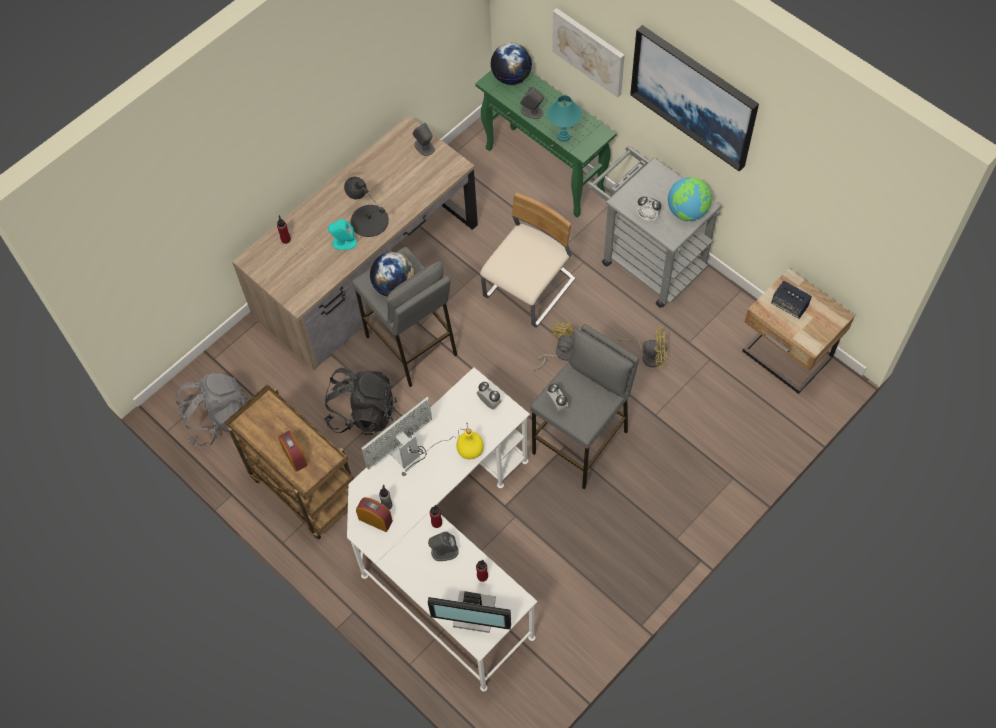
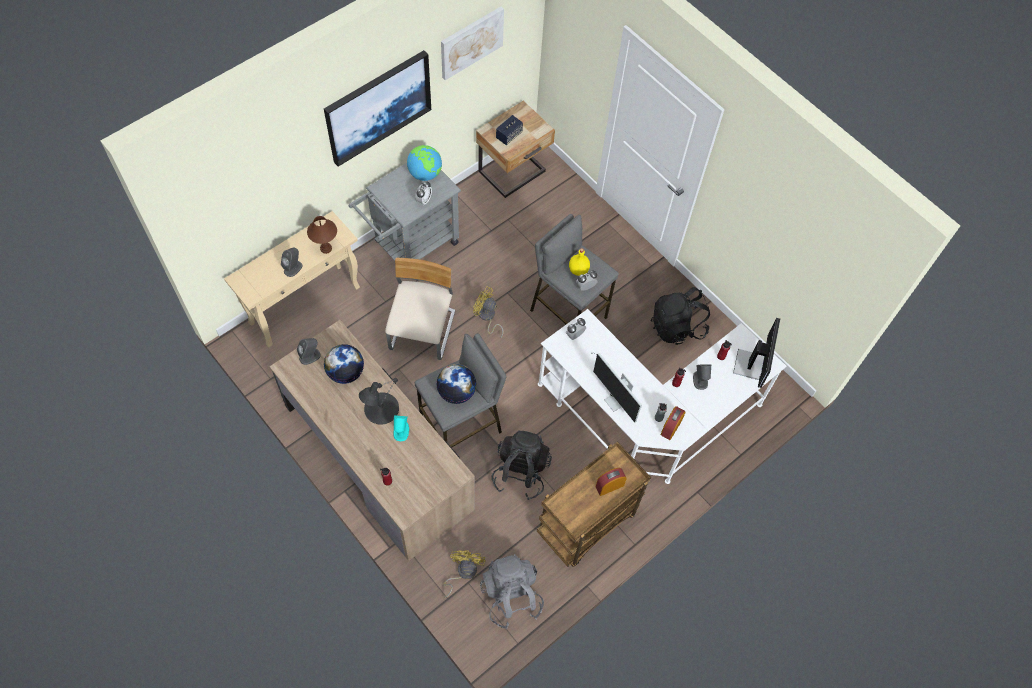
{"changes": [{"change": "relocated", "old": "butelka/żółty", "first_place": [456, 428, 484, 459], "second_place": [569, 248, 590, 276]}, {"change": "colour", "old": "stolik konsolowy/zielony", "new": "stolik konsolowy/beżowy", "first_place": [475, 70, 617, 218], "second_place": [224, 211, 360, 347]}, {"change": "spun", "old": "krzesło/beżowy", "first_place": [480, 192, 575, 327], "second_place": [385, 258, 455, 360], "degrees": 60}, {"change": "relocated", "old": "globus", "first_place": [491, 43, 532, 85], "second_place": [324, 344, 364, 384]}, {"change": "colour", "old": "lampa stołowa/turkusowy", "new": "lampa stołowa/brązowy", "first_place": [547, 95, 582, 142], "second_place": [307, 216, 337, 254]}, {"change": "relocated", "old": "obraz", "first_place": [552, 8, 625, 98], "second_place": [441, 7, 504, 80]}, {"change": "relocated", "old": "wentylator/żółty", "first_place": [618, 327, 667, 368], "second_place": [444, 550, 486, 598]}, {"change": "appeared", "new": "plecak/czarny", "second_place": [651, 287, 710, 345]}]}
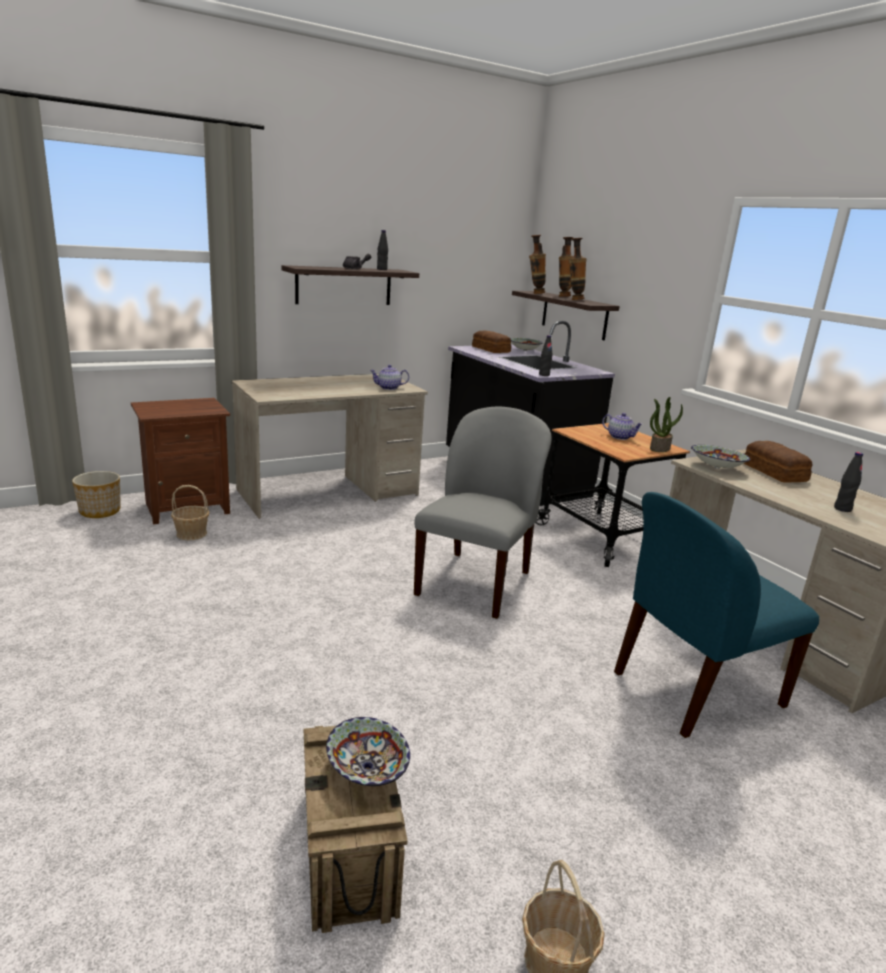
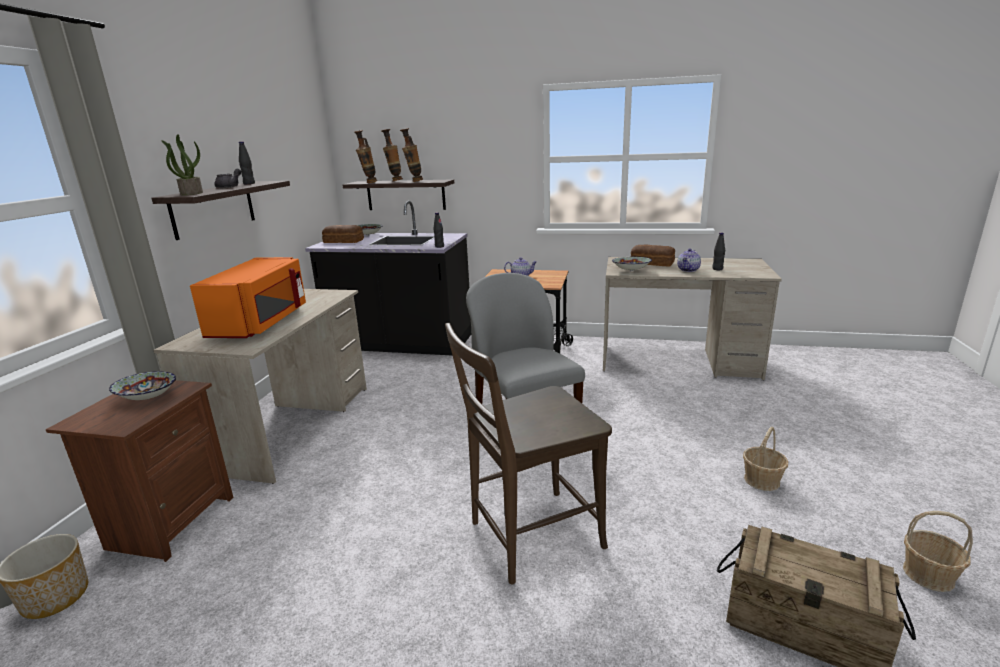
{"changes": [{"change": "relocated", "old": "koszyk", "first_place": [171, 485, 209, 540], "second_place": [743, 427, 788, 491]}, {"change": "relocated", "old": "miska", "first_place": [326, 717, 410, 786], "second_place": [109, 371, 176, 400]}, {"change": "relocated", "old": "imbryk", "first_place": [370, 365, 409, 390], "second_place": [677, 248, 701, 272]}, {"change": "missing", "old": "krzesło/niebieski", "first_place": [614, 492, 819, 738]}, {"change": "relocated", "old": "roślina doniczkowa", "first_place": [650, 397, 683, 452], "second_place": [161, 134, 203, 195]}, {"change": "appeared", "new": "mikrofalówka/pomarańczowy", "second_place": [190, 257, 306, 338]}, {"change": "appeared", "new": "krzesło/brązowy", "second_place": [445, 323, 612, 585]}]}
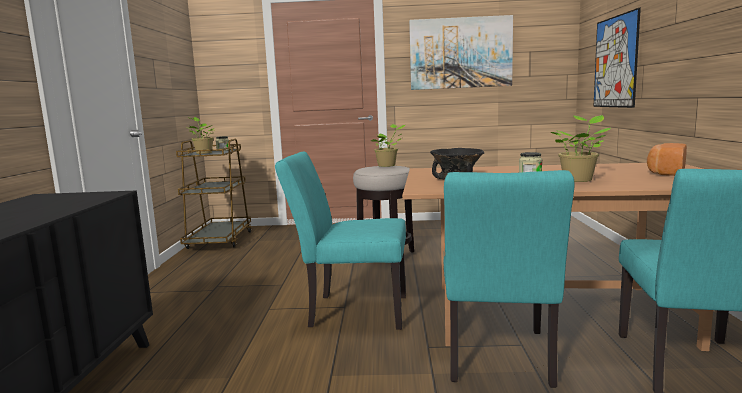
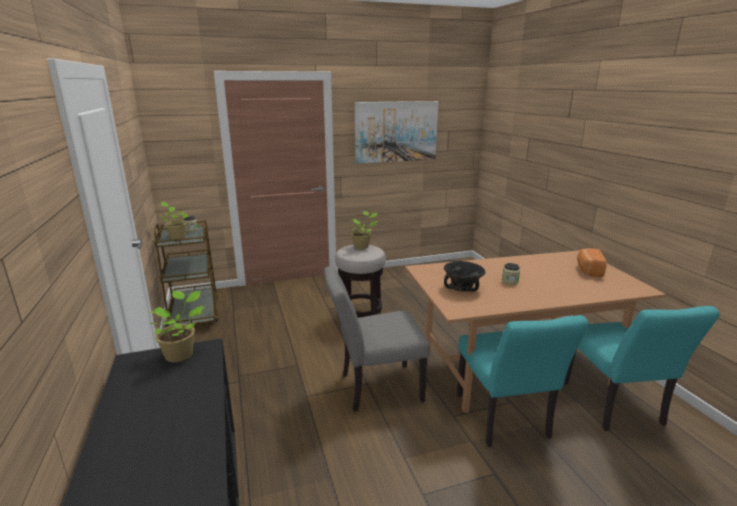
{"changes": [{"change": "colour", "old": "krzesło/turkusowy", "new": "krzesło/szary", "first_place": [275, 152, 406, 330], "second_place": [324, 266, 430, 412]}, {"change": "relocated", "old": "roślina doniczkowa", "first_place": [551, 115, 611, 182], "second_place": [149, 291, 205, 362]}, {"change": "missing", "old": "obraz", "first_place": [594, 8, 641, 108]}]}
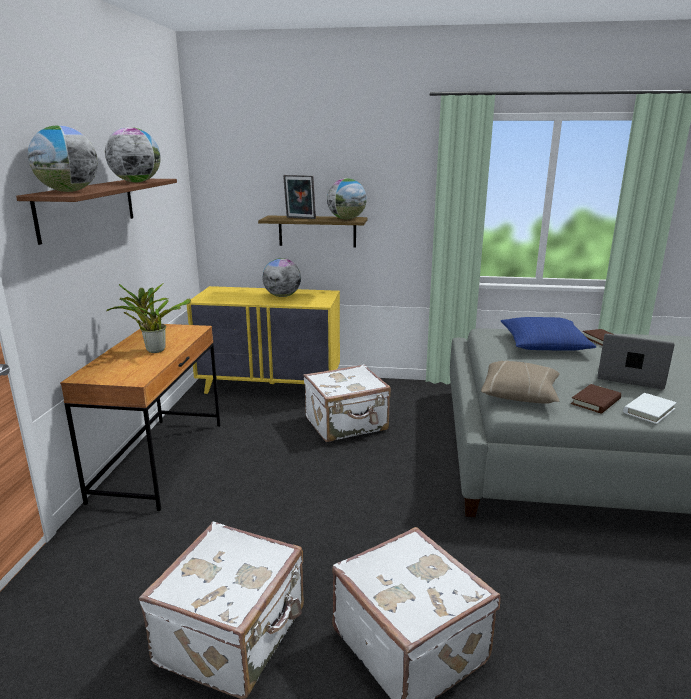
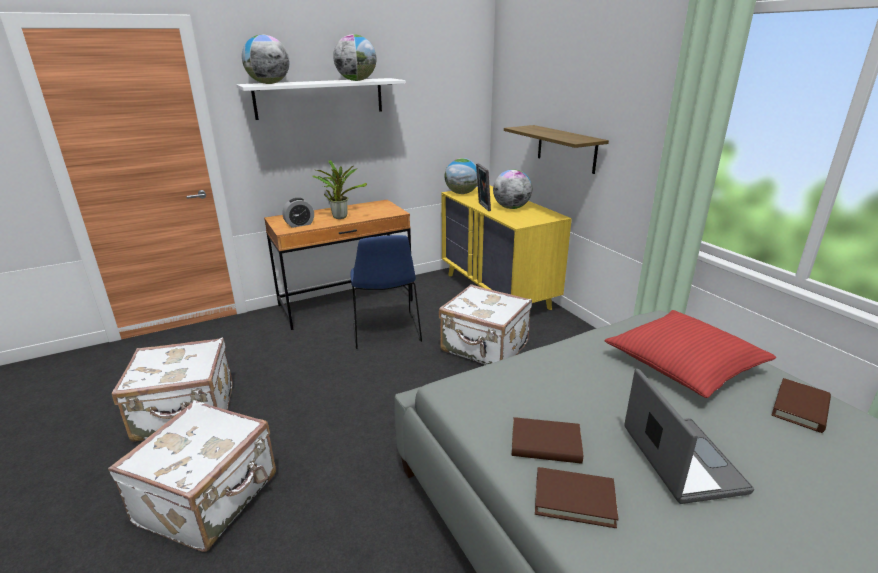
{"changes": [{"change": "colour", "old": "półka/brązowy", "new": "półka/biały", "first_place": [16, 179, 177, 245], "second_place": [236, 78, 406, 120]}, {"change": "relocated", "old": "ramka na zdjęcie", "first_place": [283, 175, 316, 219], "second_place": [476, 163, 491, 211]}, {"change": "relocated", "old": "globus", "first_place": [327, 178, 367, 219], "second_place": [445, 158, 477, 194]}, {"change": "missing", "old": "poduszka/beżowy", "first_place": [481, 360, 560, 404]}, {"change": "colour", "old": "poduszka/niebieski", "new": "poduszka/czerwony", "first_place": [501, 317, 597, 351], "second_place": [605, 310, 776, 398]}, {"change": "colour", "old": "książka/biały", "new": "książka/brązowy", "first_place": [623, 393, 677, 424], "second_place": [535, 467, 619, 528]}, {"change": "appeared", "new": "budzik", "second_place": [282, 198, 314, 228]}, {"change": "appeared", "new": "krzesło/niebieski", "second_place": [350, 235, 422, 349]}]}
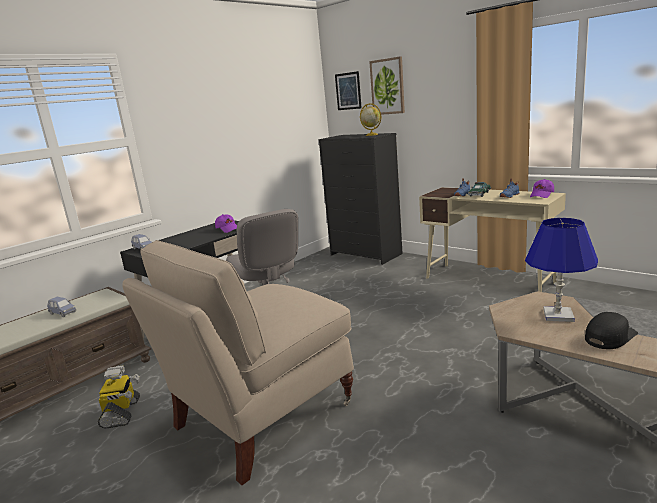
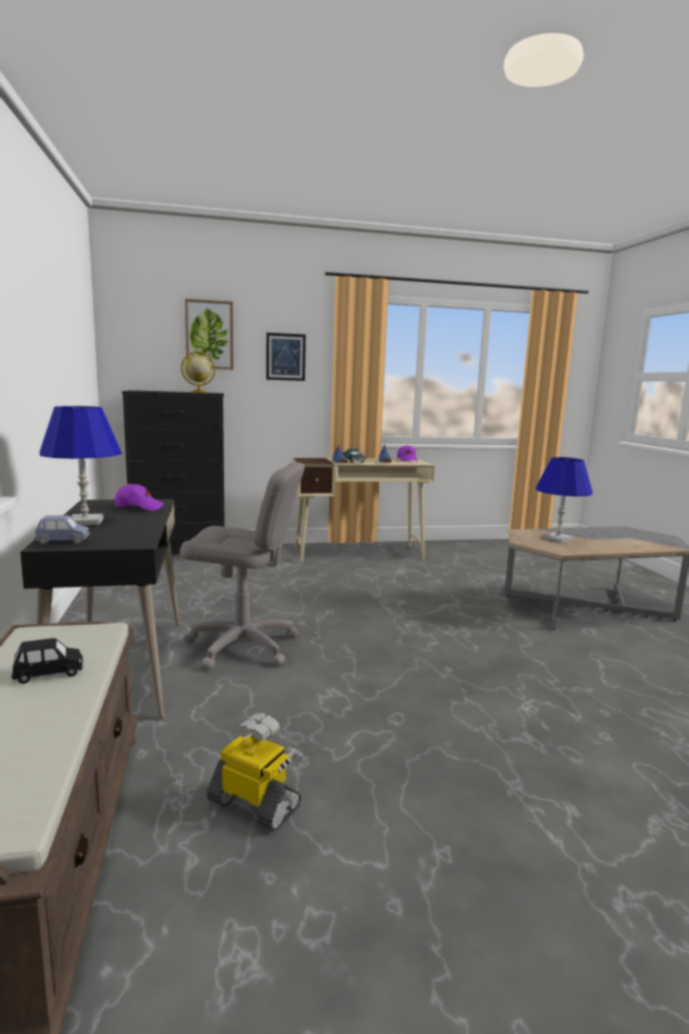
{"changes": [{"change": "colour", "old": "samochodzik/niebieski", "new": "samochodzik/czarny", "first_place": [47, 297, 76, 317], "second_place": [12, 638, 83, 684]}, {"change": "missing", "old": "krzesło/beżowy", "first_place": [122, 240, 354, 485]}, {"change": "relocated", "old": "obraz", "first_place": [335, 71, 362, 110], "second_place": [266, 333, 306, 381]}, {"change": "missing", "old": "czapka z daszkiem/czarny", "first_place": [585, 312, 638, 349]}, {"change": "appeared", "new": "lampa stołowa/niebieski", "second_place": [39, 406, 122, 525]}]}
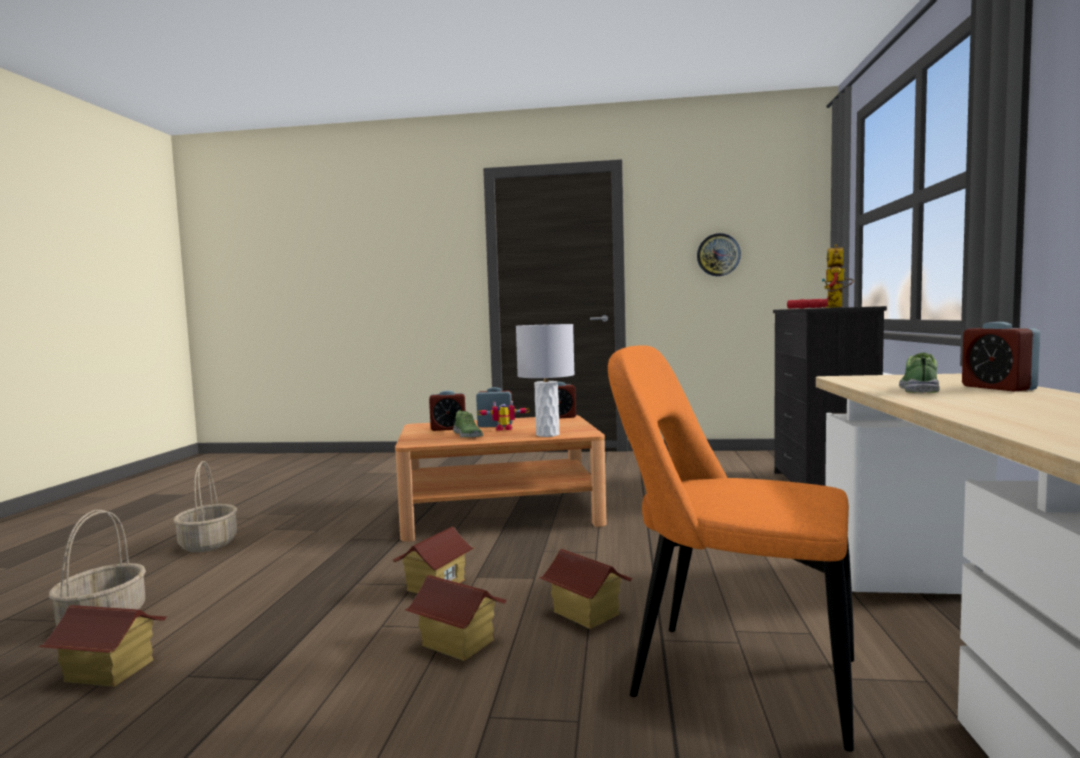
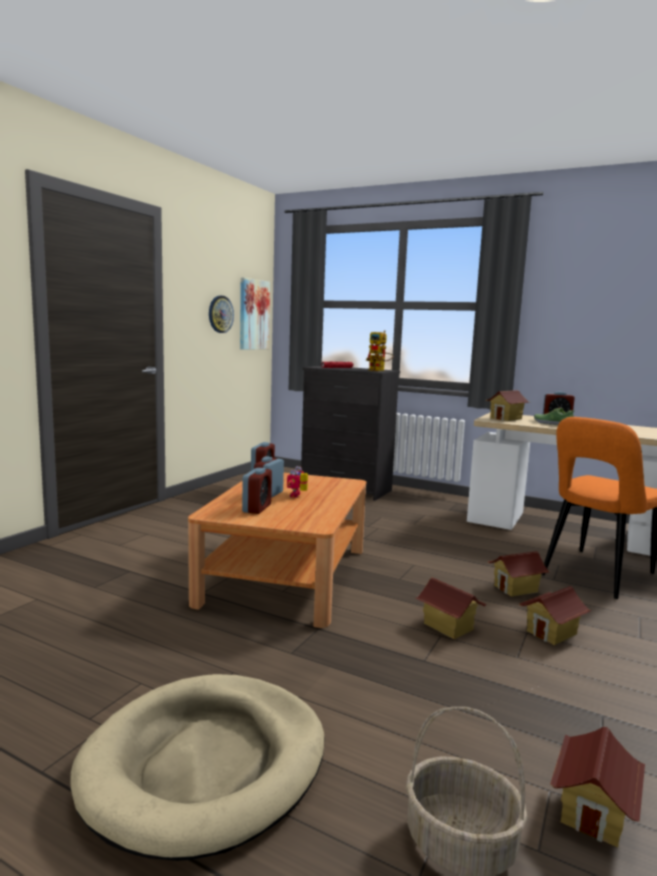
{"changes": [{"change": "exchanged", "old": "koszyk", "new": "legowisko/beżowy", "first_place": [173, 461, 237, 552], "second_place": [70, 674, 325, 861]}, {"change": "missing", "old": "but", "first_place": [453, 409, 483, 438]}, {"change": "missing", "old": "lampa stołowa/szary", "first_place": [516, 324, 575, 437]}, {"change": "appeared", "new": "obraz", "second_place": [240, 278, 270, 350]}, {"change": "appeared", "new": "domek", "second_place": [486, 390, 529, 421]}]}
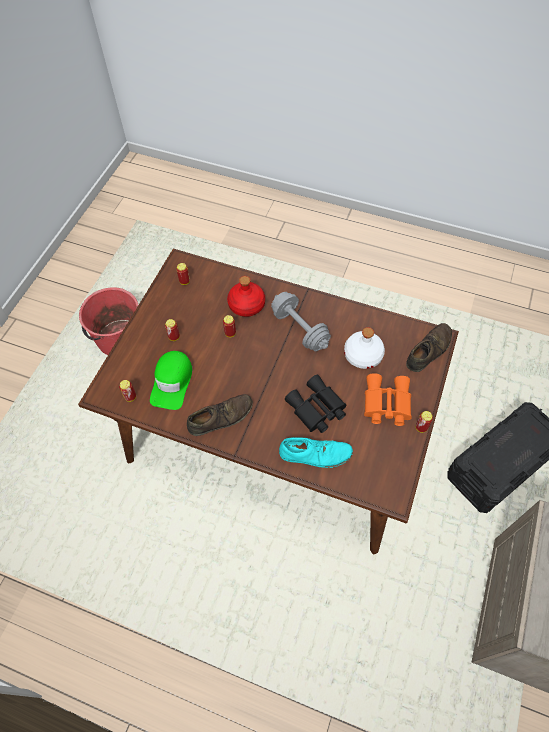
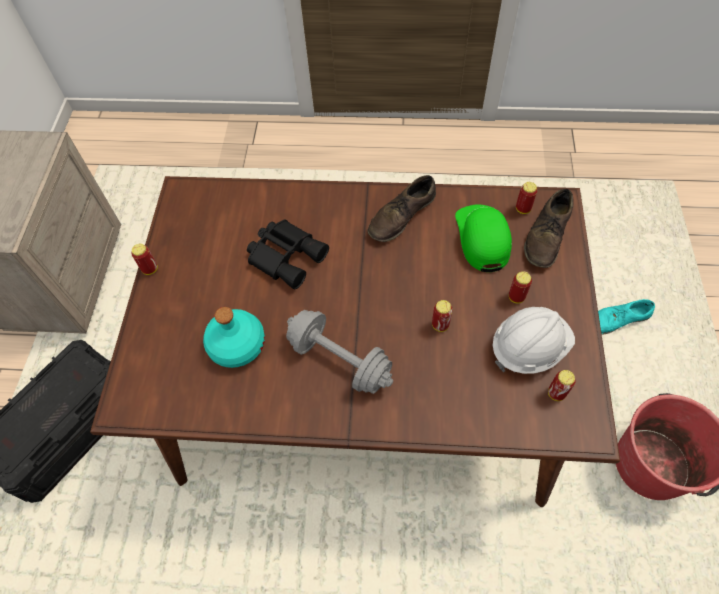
{"changes": [{"change": "missing", "old": "butelka/czerwony", "first_place": [227, 276, 265, 317]}, {"change": "relocated", "old": "but/turkusowy", "first_place": [279, 437, 353, 468], "second_place": [598, 299, 655, 335]}, {"change": "colour", "old": "butelka/biały", "new": "butelka/turkusowy", "first_place": [344, 327, 385, 369], "second_place": [203, 307, 265, 368]}, {"change": "missing", "old": "lornetka/pomarańczowy", "first_place": [364, 373, 412, 426]}, {"change": "relocated", "old": "but/brązowy", "first_place": [406, 323, 452, 372], "second_place": [524, 189, 573, 268]}, {"change": "appeared", "new": "kask/biały", "second_place": [493, 307, 575, 374]}]}
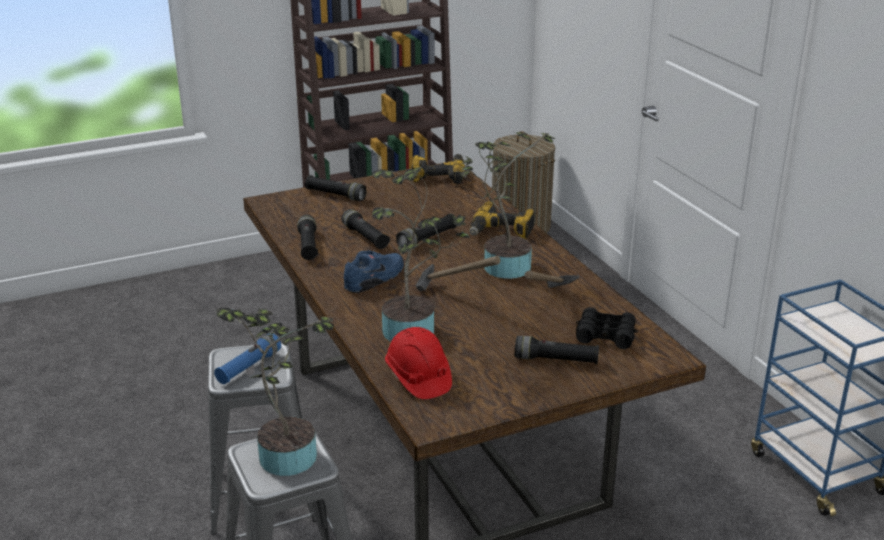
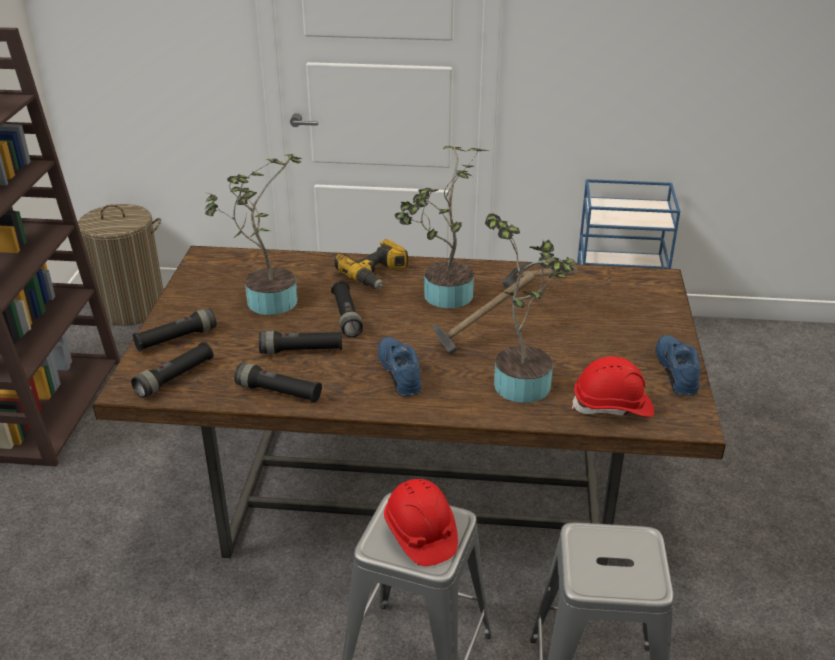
{"changes": [{"change": "exchanged", "old": "latarka/niebieski", "new": "kask/czerwony", "first_place": [214, 333, 281, 384], "second_place": [384, 479, 458, 566]}, {"change": "relocated", "old": "roślina doniczkowa", "first_place": [216, 307, 334, 476], "second_place": [205, 154, 302, 315]}, {"change": "missing", "old": "wiertarka", "first_place": [411, 154, 465, 184]}, {"change": "relocated", "old": "latarka/czarny", "first_place": [515, 336, 599, 364], "second_place": [131, 342, 213, 398]}, {"change": "missing", "old": "lornetka/czarny", "first_place": [576, 307, 638, 349]}, {"change": "appeared", "new": "but/niebieski", "second_place": [655, 335, 700, 396]}]}
